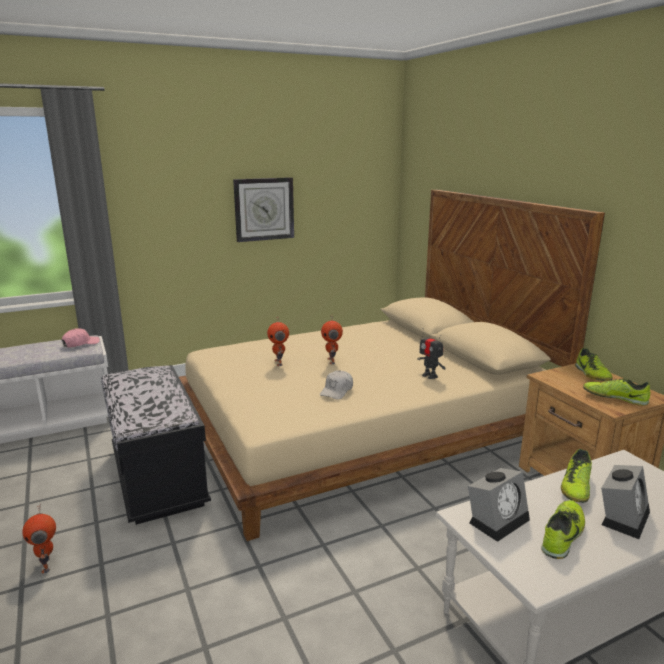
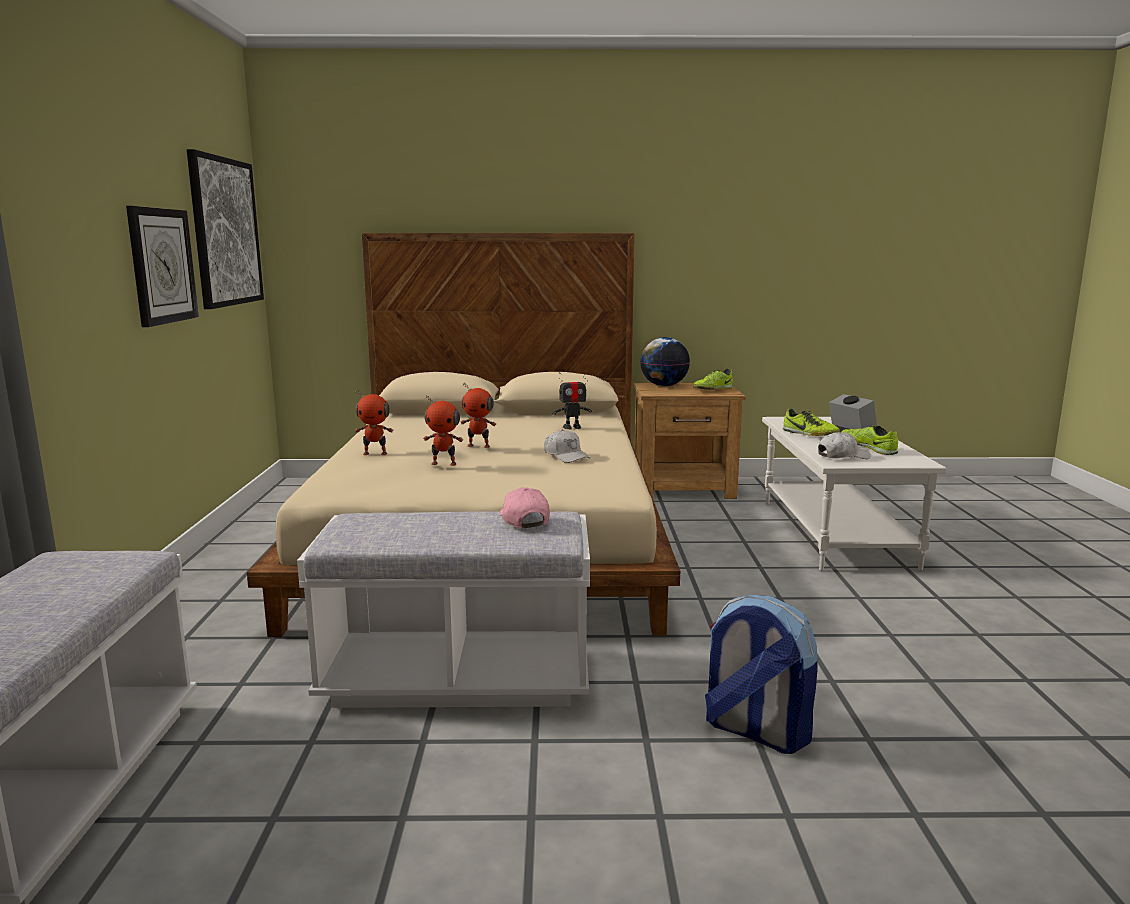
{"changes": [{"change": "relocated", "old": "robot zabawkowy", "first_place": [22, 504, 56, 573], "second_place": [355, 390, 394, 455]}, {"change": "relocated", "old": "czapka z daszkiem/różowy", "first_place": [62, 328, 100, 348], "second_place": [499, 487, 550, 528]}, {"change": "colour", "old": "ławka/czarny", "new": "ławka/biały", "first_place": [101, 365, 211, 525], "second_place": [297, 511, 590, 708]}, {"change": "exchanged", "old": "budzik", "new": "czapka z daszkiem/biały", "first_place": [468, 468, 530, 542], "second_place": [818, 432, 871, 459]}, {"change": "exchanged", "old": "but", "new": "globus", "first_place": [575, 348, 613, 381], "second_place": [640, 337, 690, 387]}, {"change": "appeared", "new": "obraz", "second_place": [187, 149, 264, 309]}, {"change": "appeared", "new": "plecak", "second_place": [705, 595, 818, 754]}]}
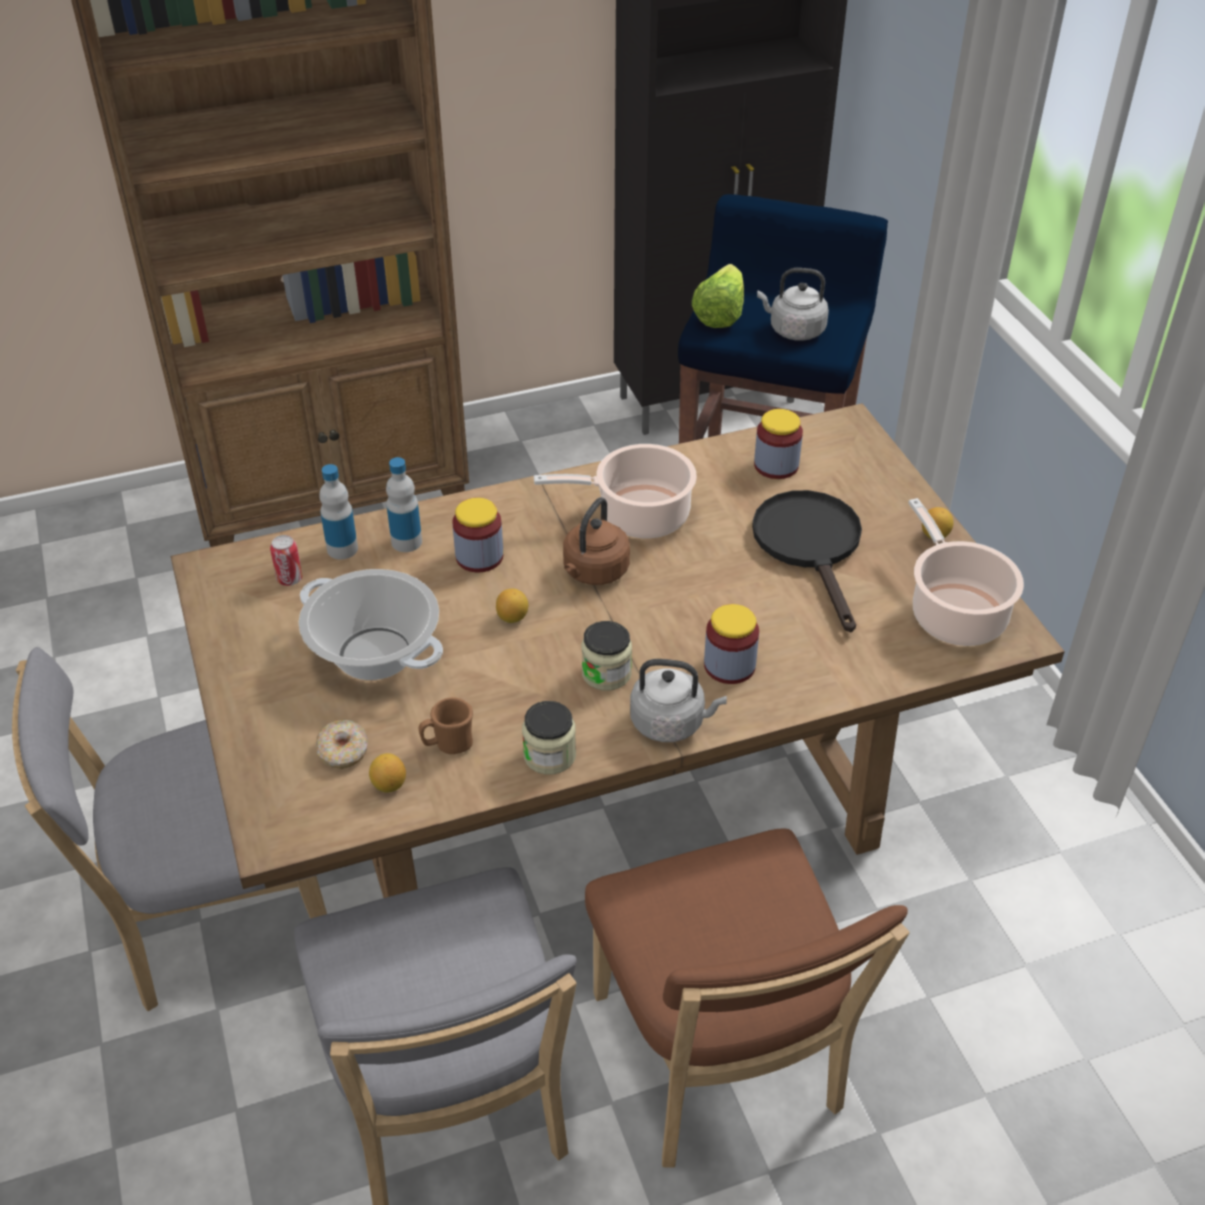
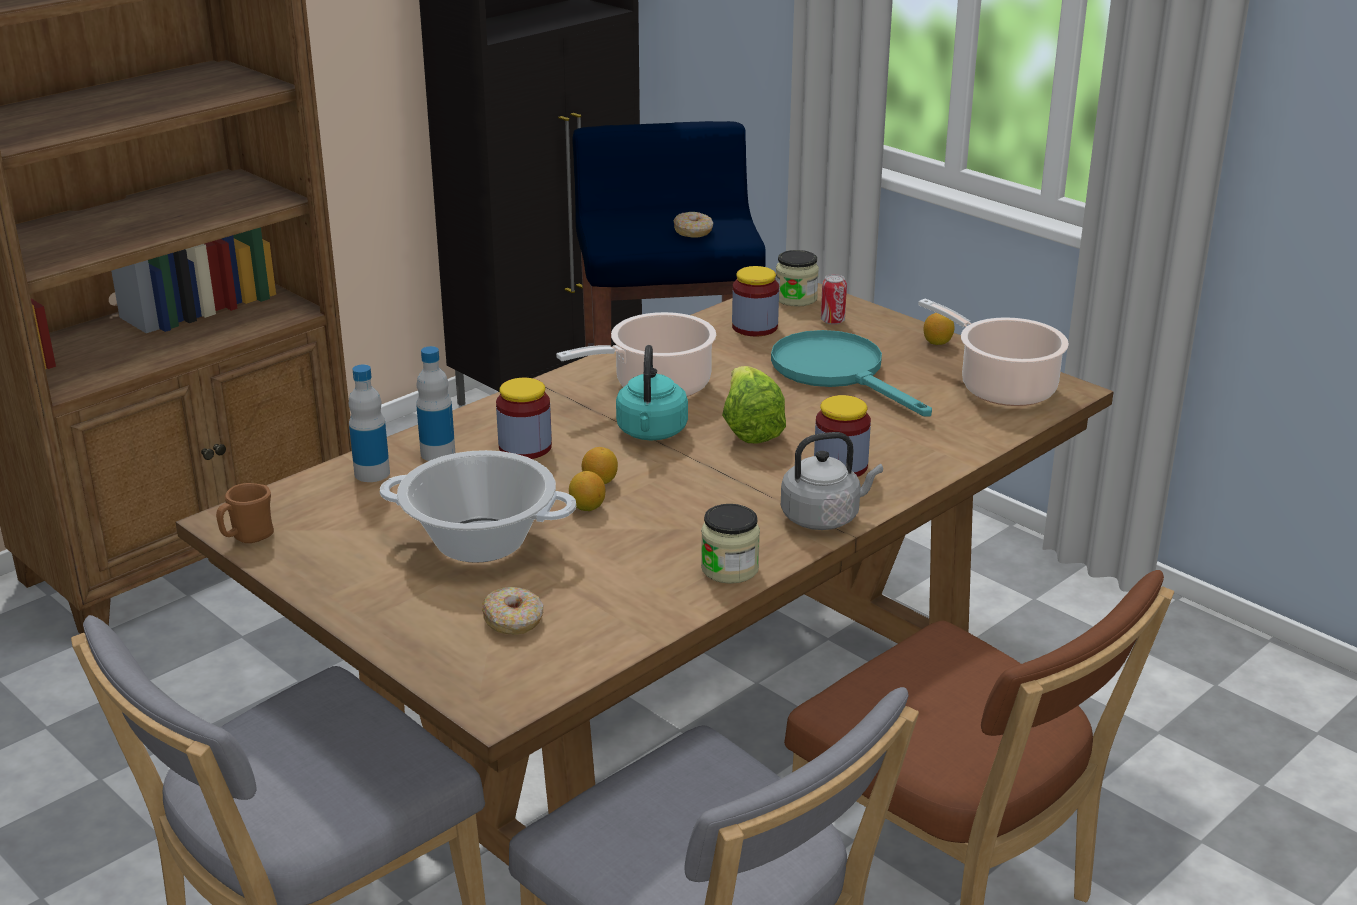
{"changes": [{"change": "relocated", "old": "puszka", "first_place": [270, 535, 303, 586], "second_place": [821, 274, 847, 325]}, {"change": "relocated", "old": "cytryna", "first_place": [369, 753, 406, 793], "second_place": [569, 471, 605, 511]}, {"change": "relocated", "old": "kubek/brązowy", "first_place": [419, 697, 473, 754], "second_place": [216, 483, 274, 543]}, {"change": "colour", "old": "czajnik/brązowy", "new": "czajnik/turkusowy", "first_place": [563, 497, 630, 585], "second_place": [616, 345, 688, 440]}, {"change": "relocated", "old": "słoik", "first_place": [581, 621, 632, 691], "second_place": [776, 250, 819, 307]}, {"change": "relocated", "old": "sałata", "first_place": [692, 264, 744, 328], "second_place": [722, 366, 786, 444]}, {"change": "colour", "old": "patelnia/czarny", "new": "patelnia/turkusowy", "first_place": [752, 490, 862, 633], "second_place": [771, 330, 932, 417]}, {"change": "exchanged", "old": "czajnik/szary", "new": "donut", "first_place": [757, 268, 829, 341], "second_place": [674, 212, 713, 238]}]}
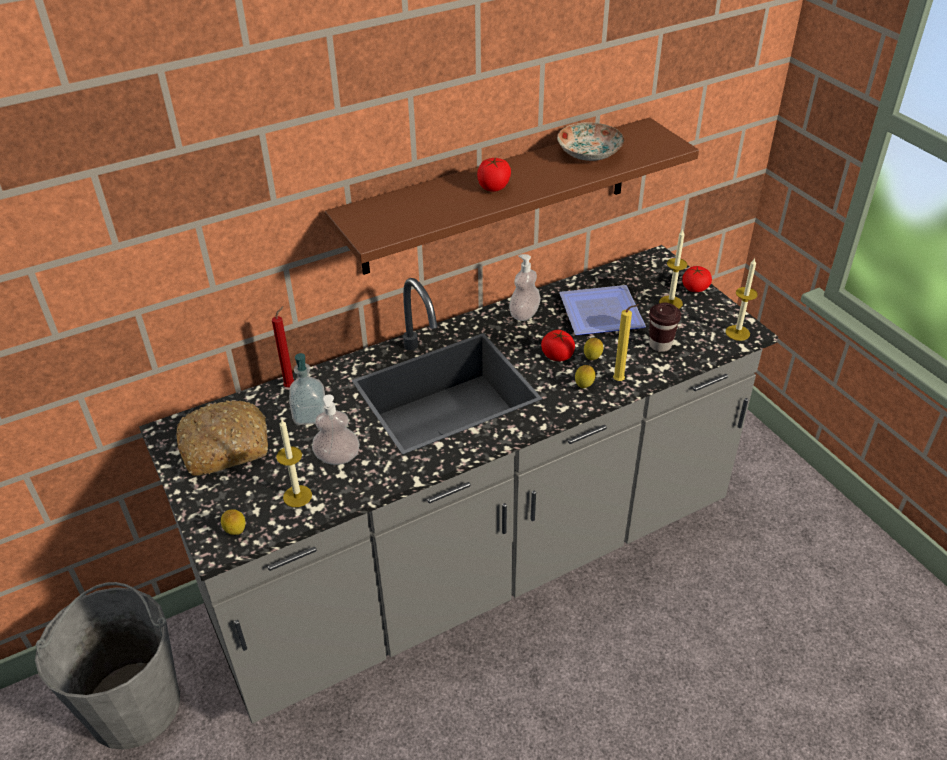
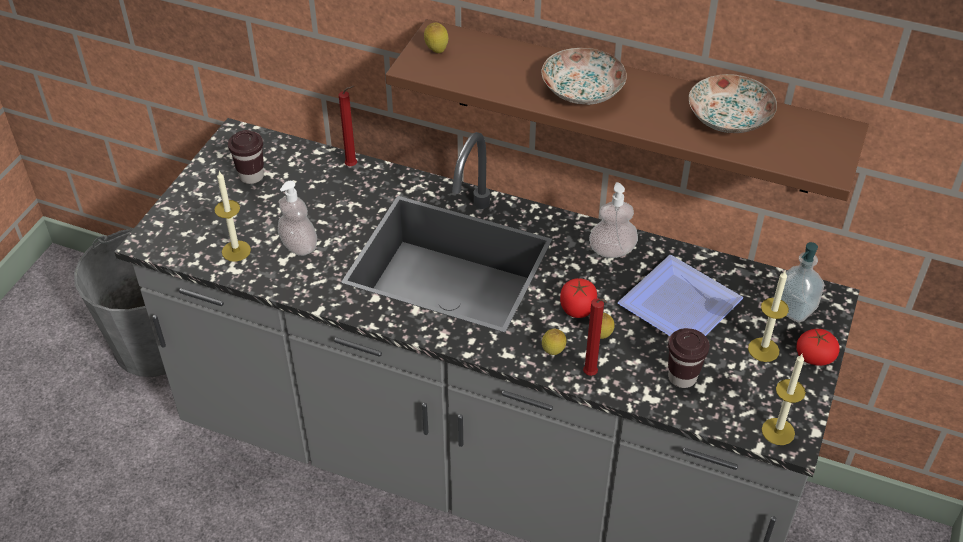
{"changes": [{"change": "exchanged", "old": "chleb", "new": "filiżanka/brązowy", "first_place": [177, 400, 268, 476], "second_place": [228, 130, 264, 184]}, {"change": "relocated", "old": "cytryna", "first_place": [221, 509, 246, 535], "second_place": [424, 23, 448, 53]}, {"change": "relocated", "old": "dozownik mydła", "first_place": [289, 353, 325, 425], "second_place": [777, 242, 825, 323]}, {"change": "exchanged", "old": "pomidor", "new": "talerz", "first_place": [477, 158, 511, 192], "second_place": [541, 48, 627, 105]}, {"change": "colour", "old": "świeca/żółty", "new": "świeca/czerwony", "first_place": [613, 304, 638, 381], "second_place": [583, 298, 607, 376]}]}
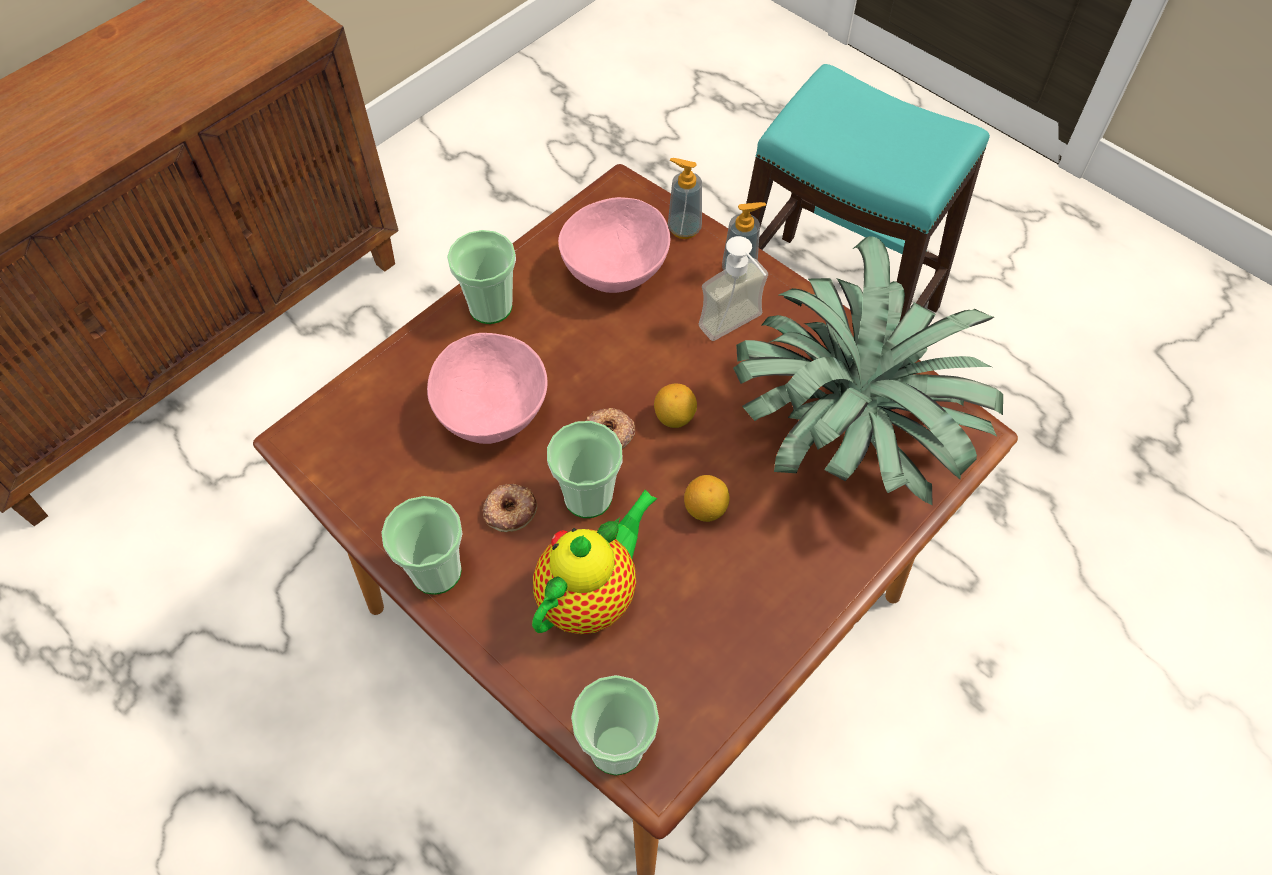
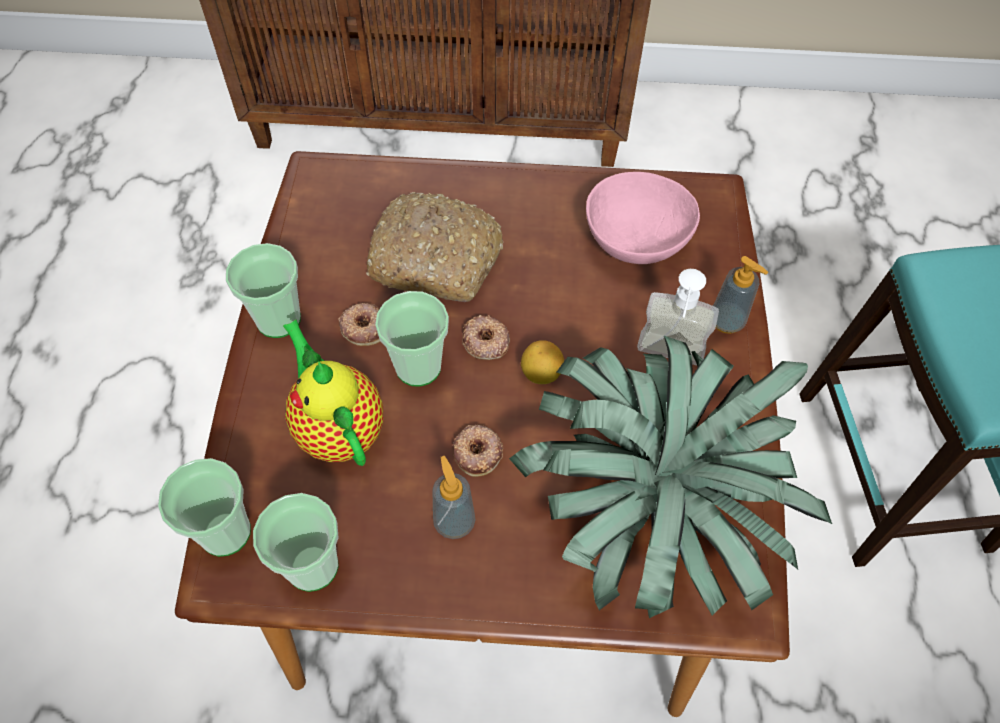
{"changes": [{"change": "exchanged", "old": "miska/różowy", "new": "chleb", "first_place": [427, 333, 547, 444], "second_place": [366, 192, 504, 302]}, {"change": "relocated", "old": "filiżanka", "first_place": [447, 230, 516, 324], "second_place": [253, 493, 339, 592]}, {"change": "spun", "old": "imbryk", "first_place": [532, 490, 658, 634], "second_place": [283, 320, 383, 466], "degrees": -120}, {"change": "relocated", "old": "dozownik mydła", "first_place": [668, 158, 702, 239], "second_place": [432, 456, 476, 539]}, {"change": "exchanged", "old": "cytryna", "new": "donut", "first_place": [684, 475, 730, 522], "second_place": [453, 425, 503, 477]}]}
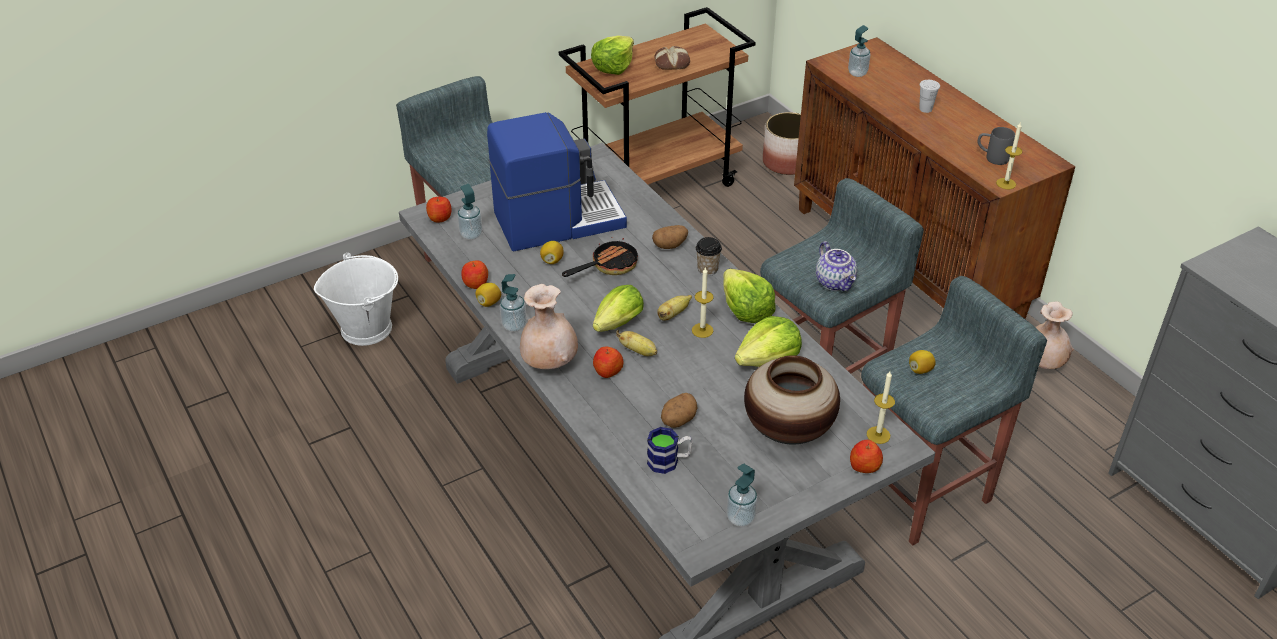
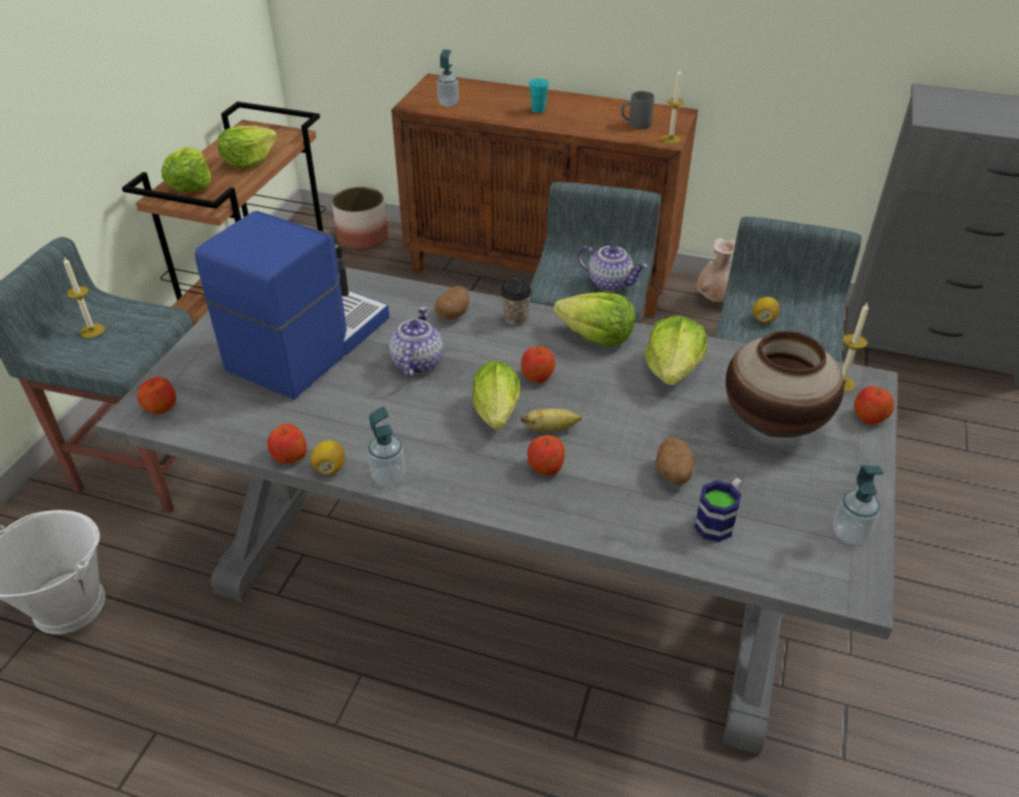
{"changes": [{"change": "missing", "old": "dozownik mydła", "first_place": [457, 184, 483, 240]}, {"change": "missing", "old": "wazon/beżowy", "first_place": [520, 284, 578, 369]}, {"change": "missing", "old": "cytryna", "first_place": [540, 241, 564, 264]}, {"change": "exchanged", "old": "patelnia", "new": "imbryk", "first_place": [562, 237, 638, 277], "second_place": [389, 307, 443, 377]}, {"change": "exchanged", "old": "chleb", "new": "sałata", "first_place": [655, 46, 690, 70], "second_place": [218, 126, 277, 169]}, {"change": "exchanged", "old": "banan", "new": "jabłko", "first_place": [657, 295, 692, 321], "second_place": [521, 347, 555, 383]}, {"change": "relocated", "old": "świeca", "first_place": [692, 267, 714, 338], "second_place": [64, 257, 104, 338]}, {"change": "colour", "old": "filiżanka/biały", "new": "filiżanka/turkusowy", "first_place": [919, 80, 940, 113], "second_place": [529, 78, 549, 113]}]}
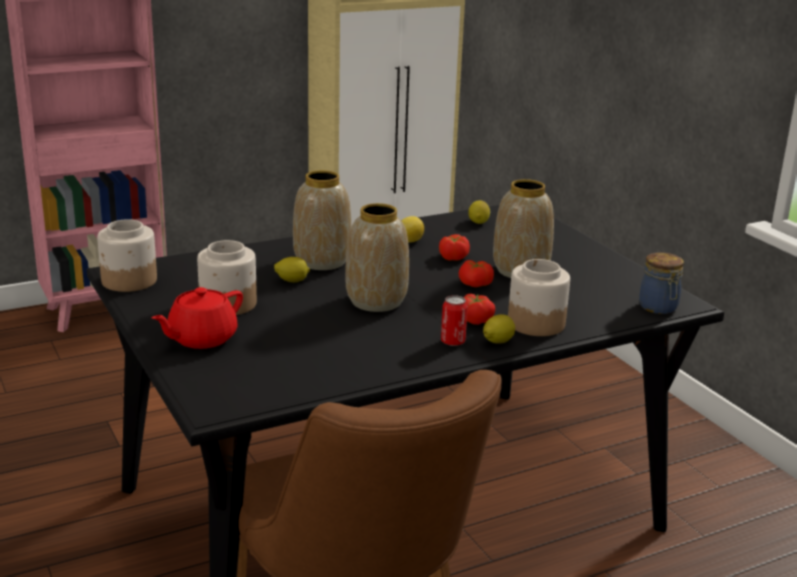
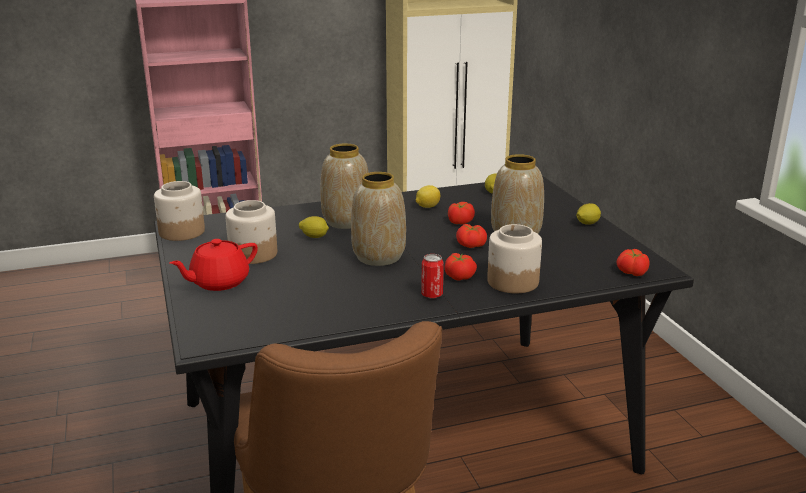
{"changes": [{"change": "relocated", "old": "cytryna", "first_place": [483, 314, 515, 344], "second_place": [576, 203, 601, 225]}, {"change": "exchanged", "old": "słoik", "new": "pomidor", "first_place": [639, 252, 684, 314], "second_place": [616, 249, 649, 276]}]}
